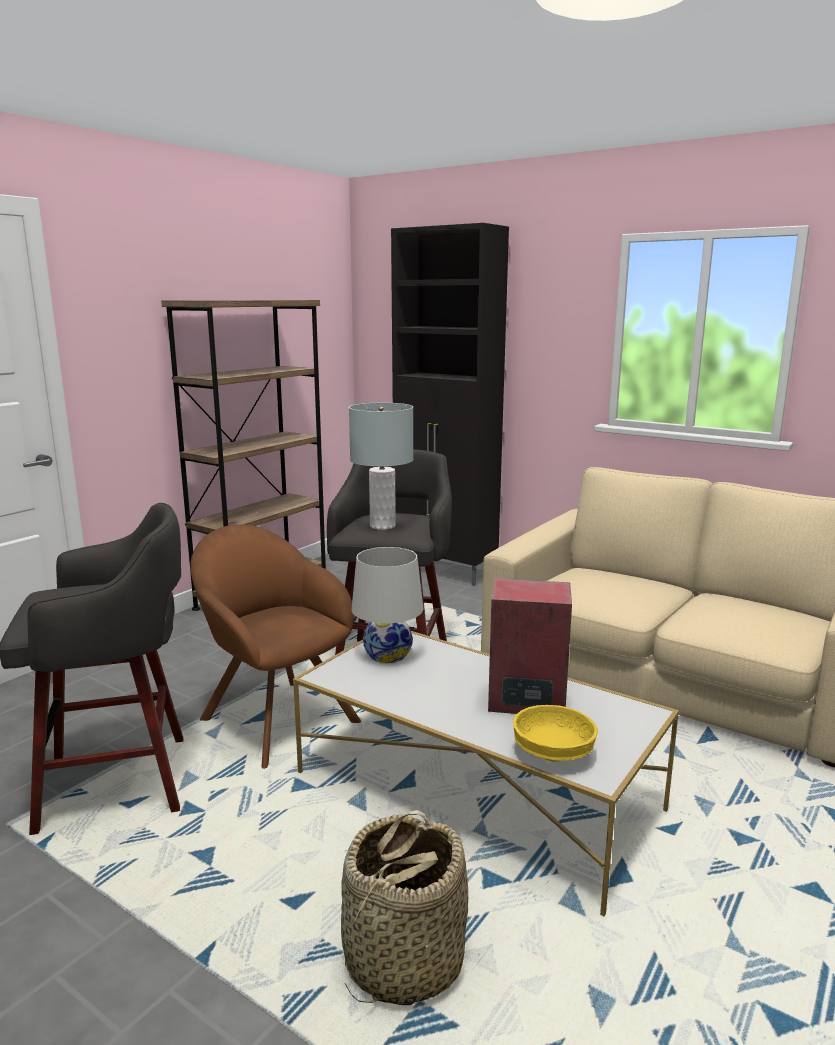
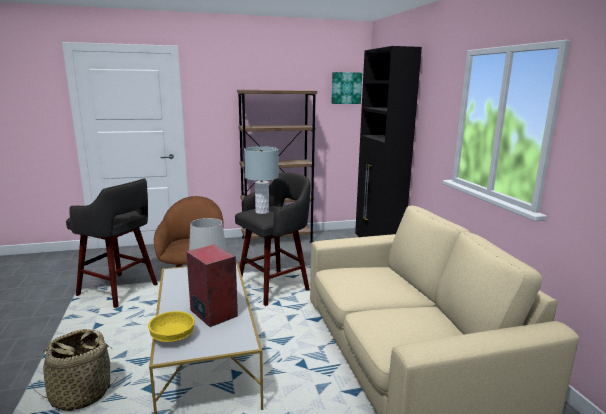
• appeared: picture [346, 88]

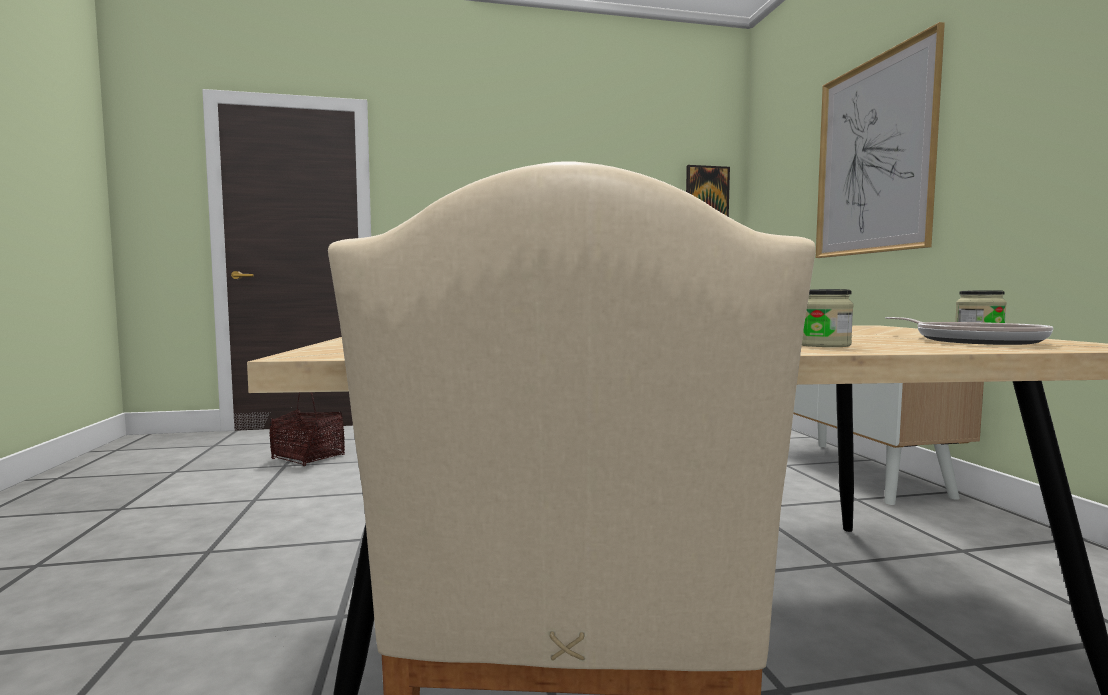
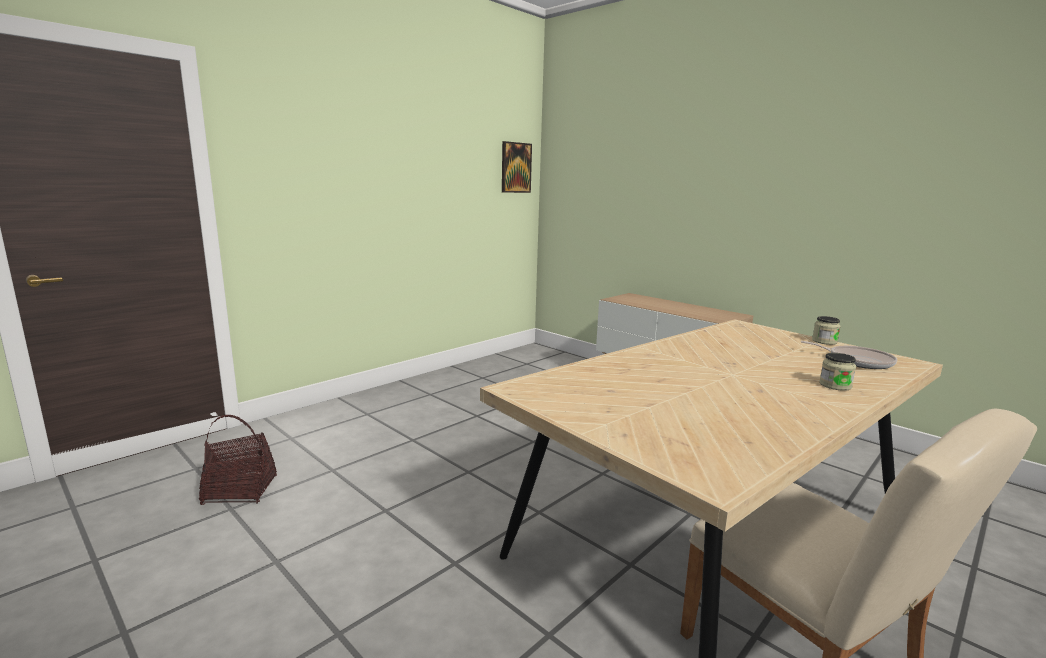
• missing: picture [880, 140]

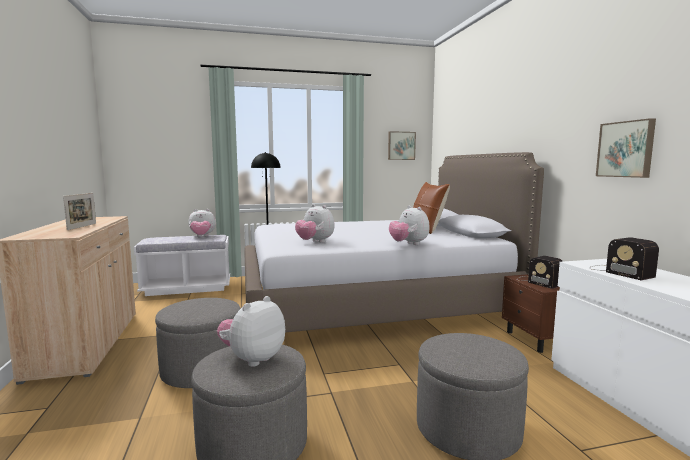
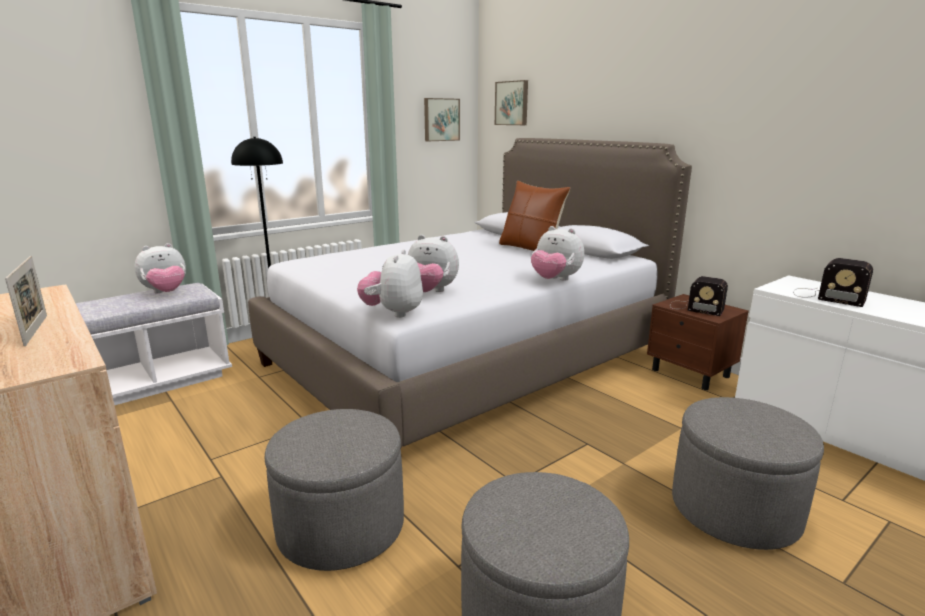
• relocated: plush toy [251, 331] to [390, 283]
• relocated: picture [626, 148] to [511, 102]

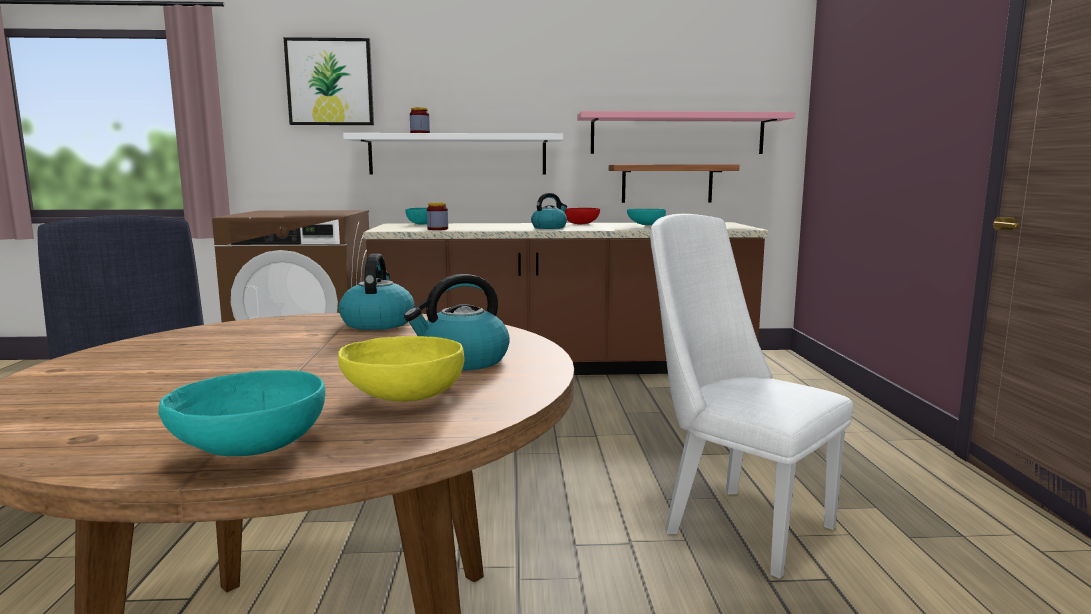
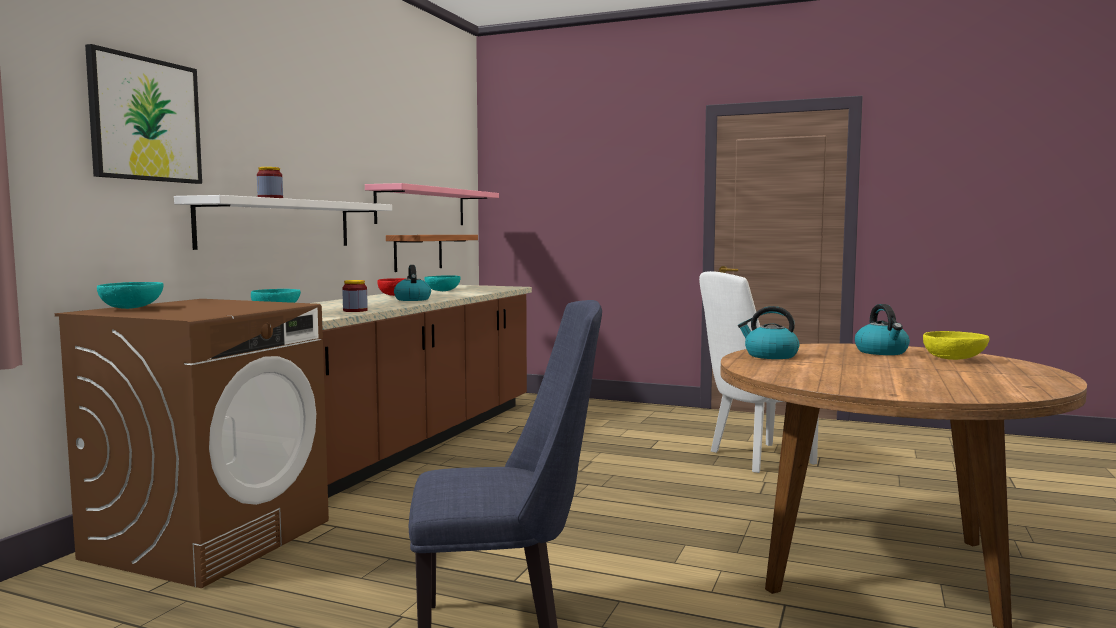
• relocated: turquoise bowl [241, 413] to [130, 295]

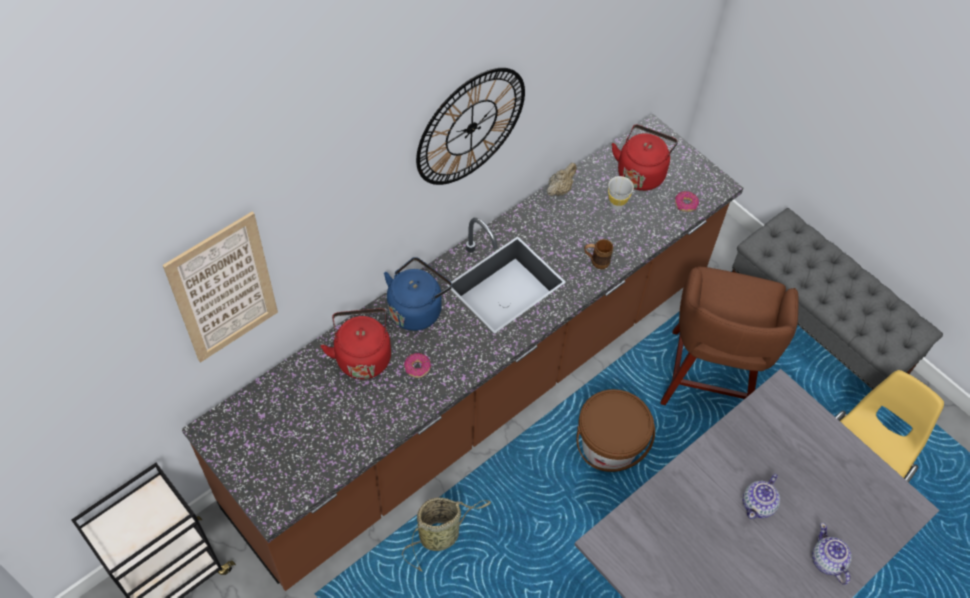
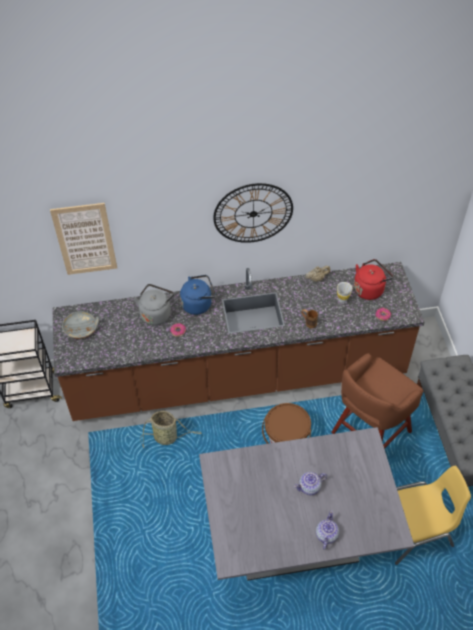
• appeared: grey bowl [80, 325]
• colour: red kettle [356, 343] to grey kettle [153, 305]

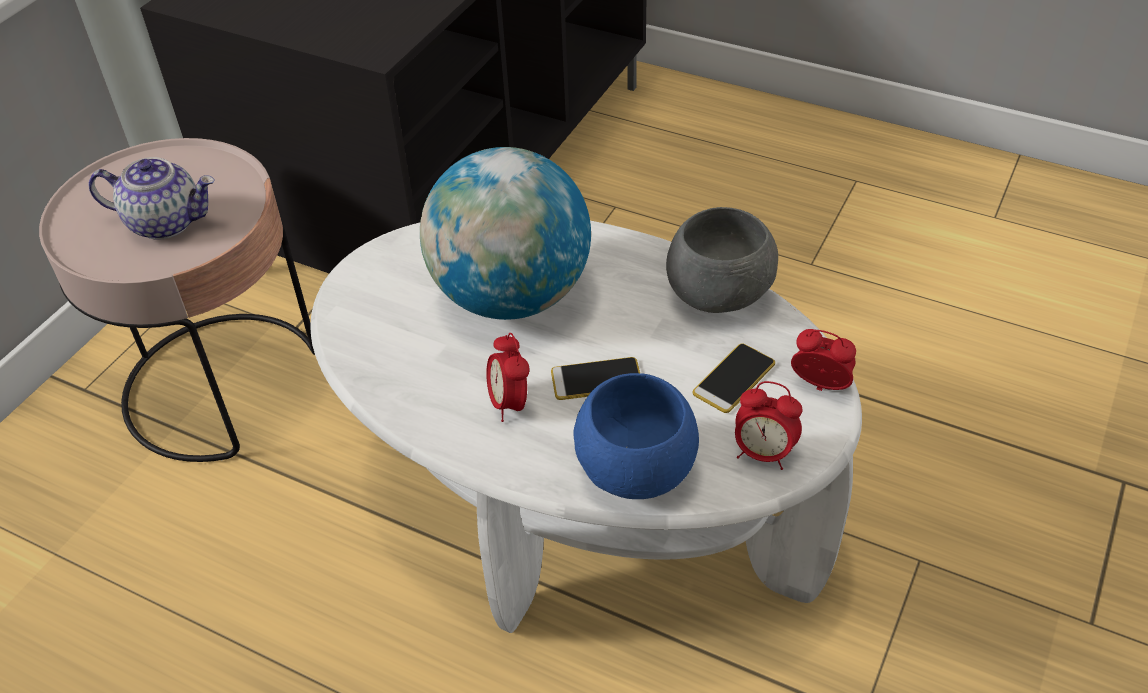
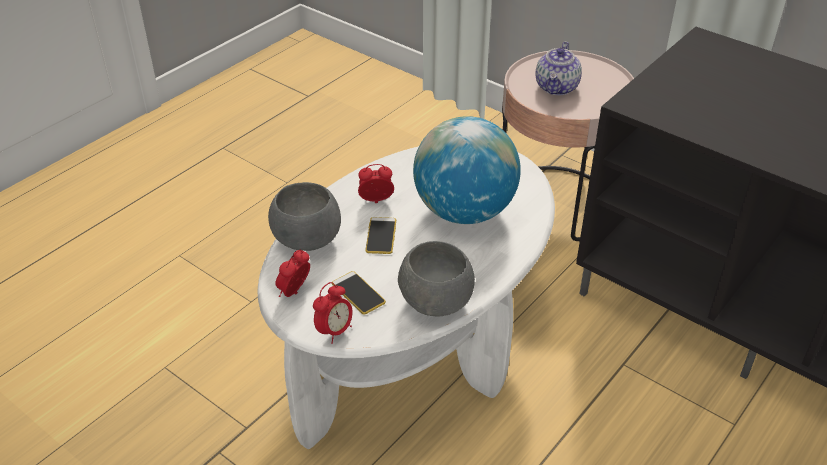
• colour: blue bowl [636, 436] to grey bowl [304, 216]

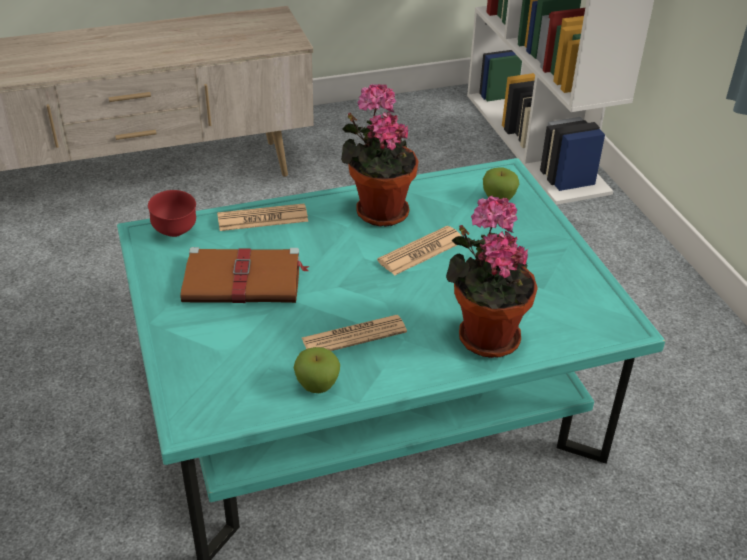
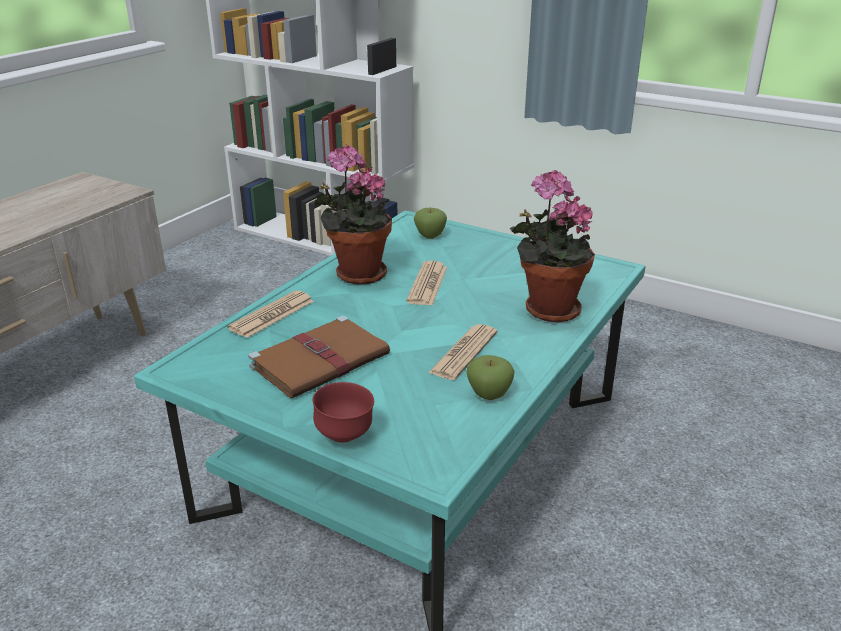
• relocated: red bowl [172, 213] to [343, 412]

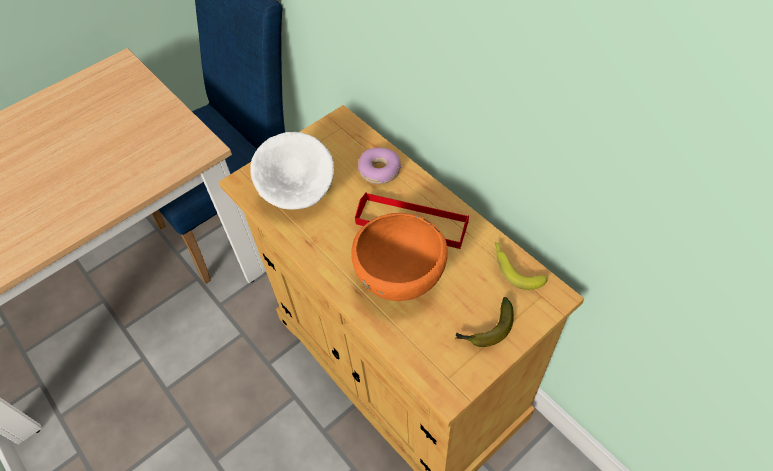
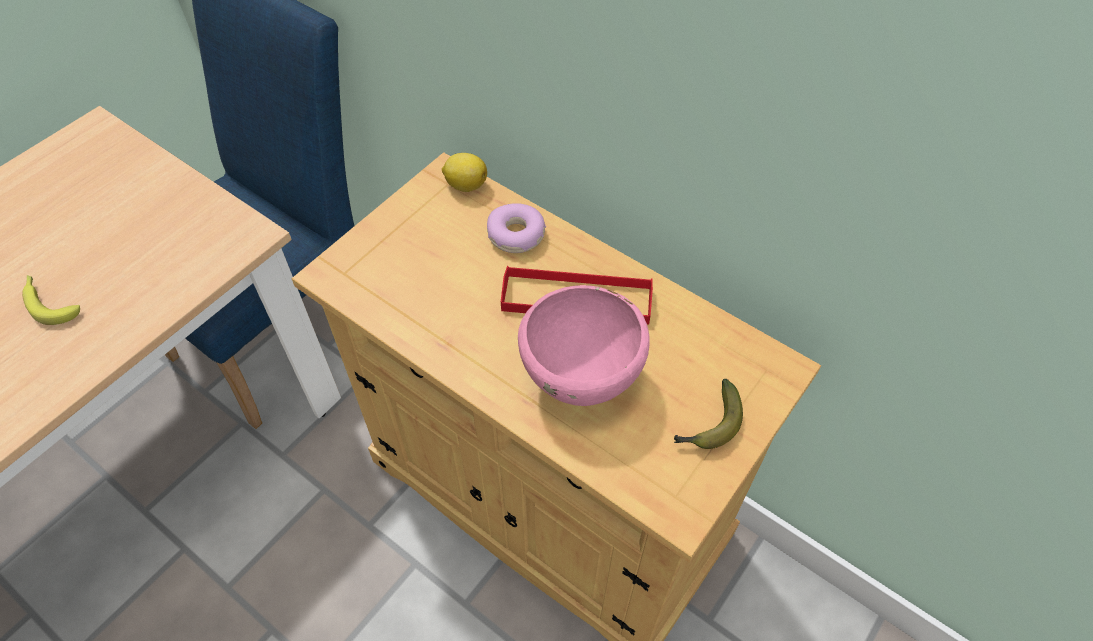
• missing: white bowl [292, 171]
• appeared: lemon [464, 172]
• relocated: banana [521, 266] to [51, 300]
• colour: orange bowl [399, 257] to pink bowl [584, 345]

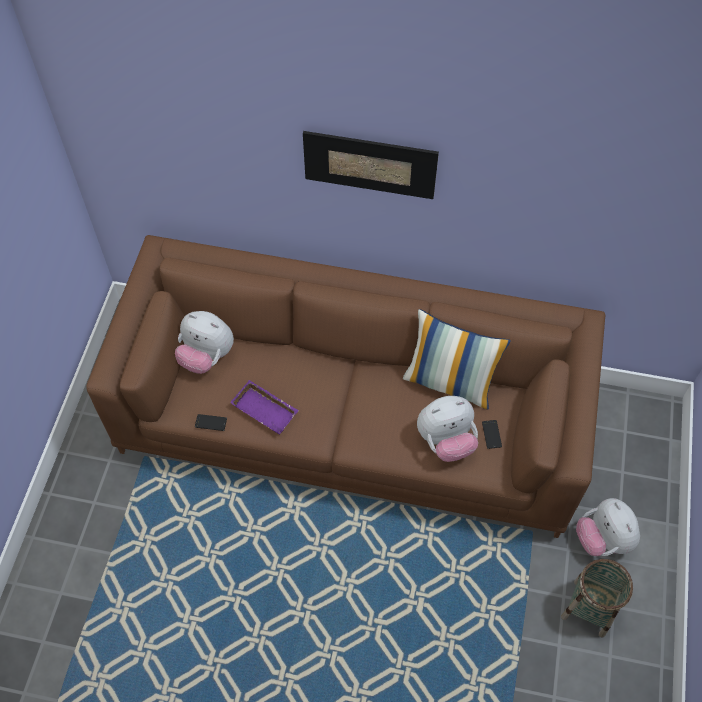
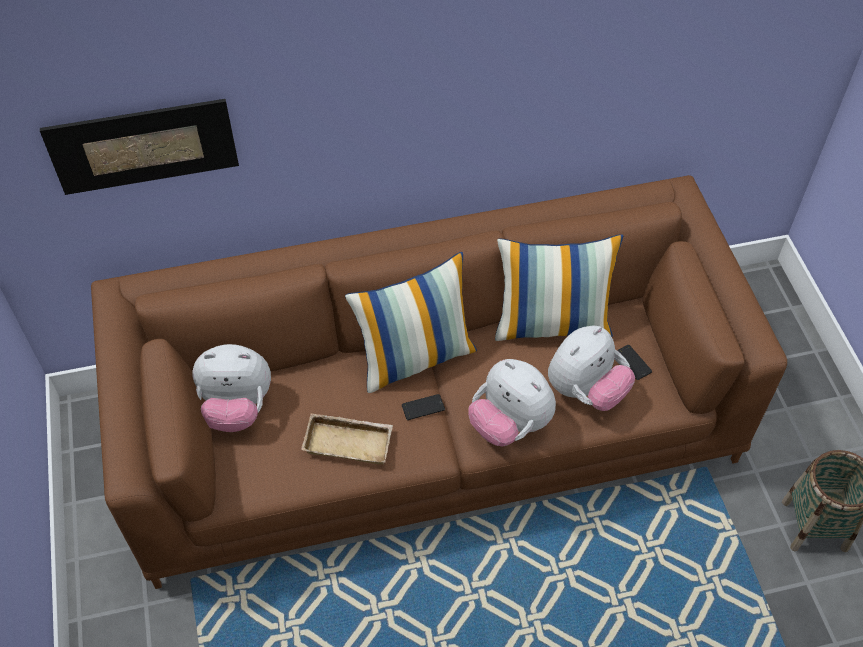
• appeared: pillow [411, 322]
• relocated: phone [211, 422] to [423, 407]
• relocated: picture [371, 165] to [139, 147]
• relocated: plush toy [608, 527] to [512, 403]
• colour: purple tray [264, 407] to beige tray [347, 439]

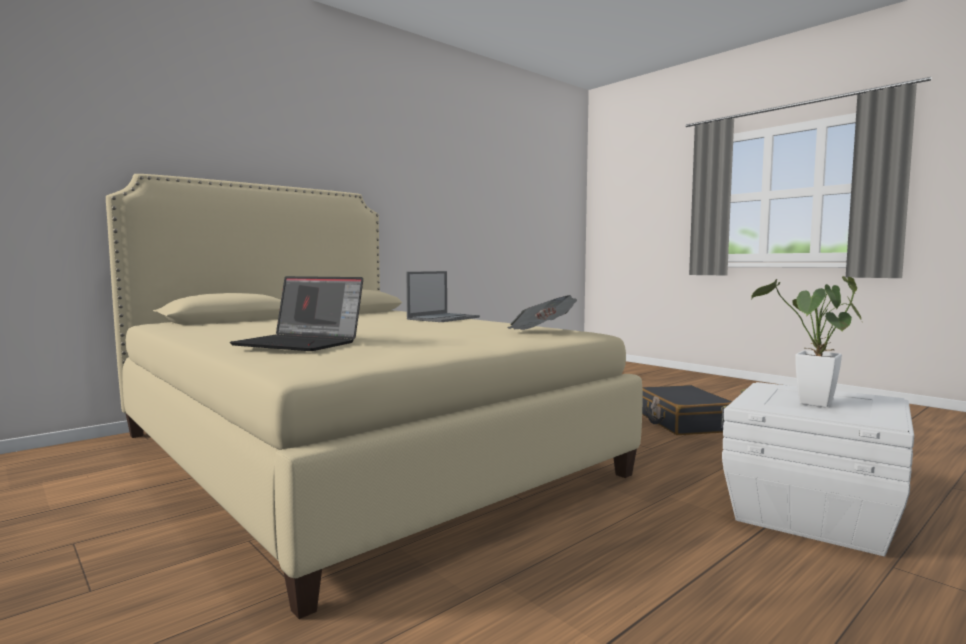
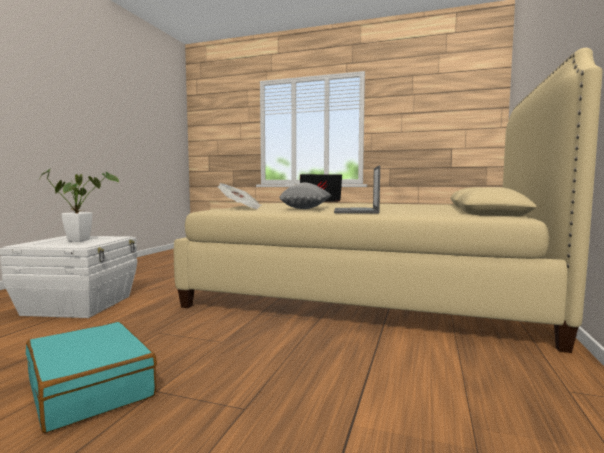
• appeared: grey pillow [305, 196]
• colour: black suitcase [687, 410] to turquoise suitcase [91, 377]

